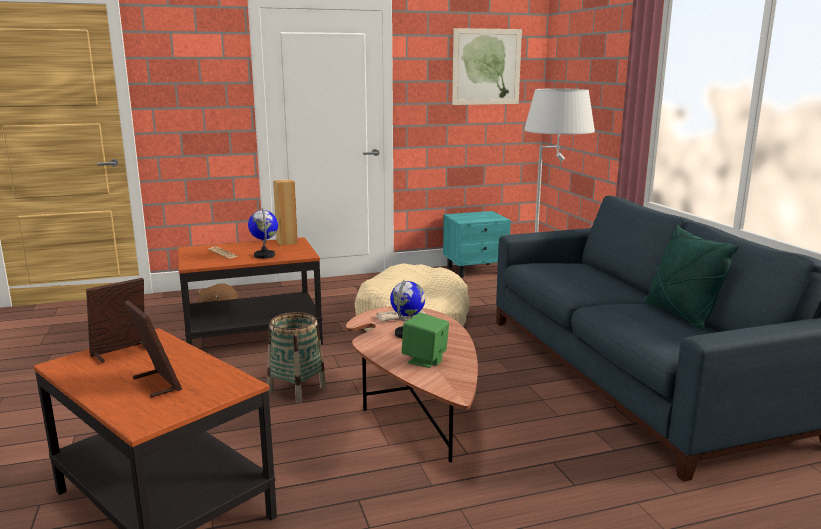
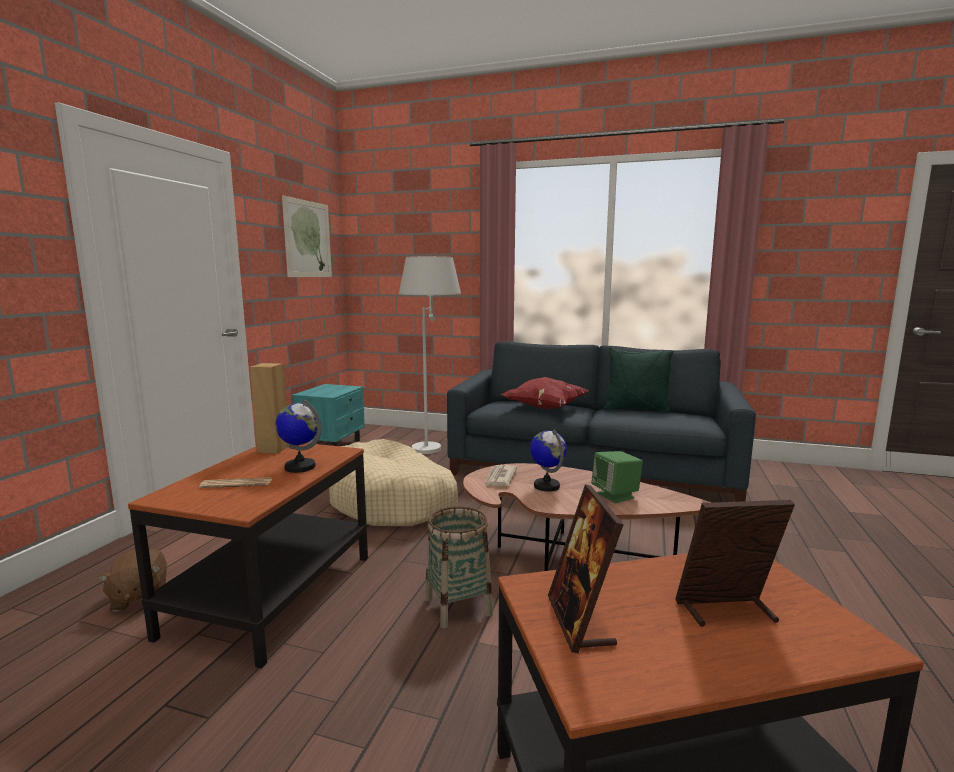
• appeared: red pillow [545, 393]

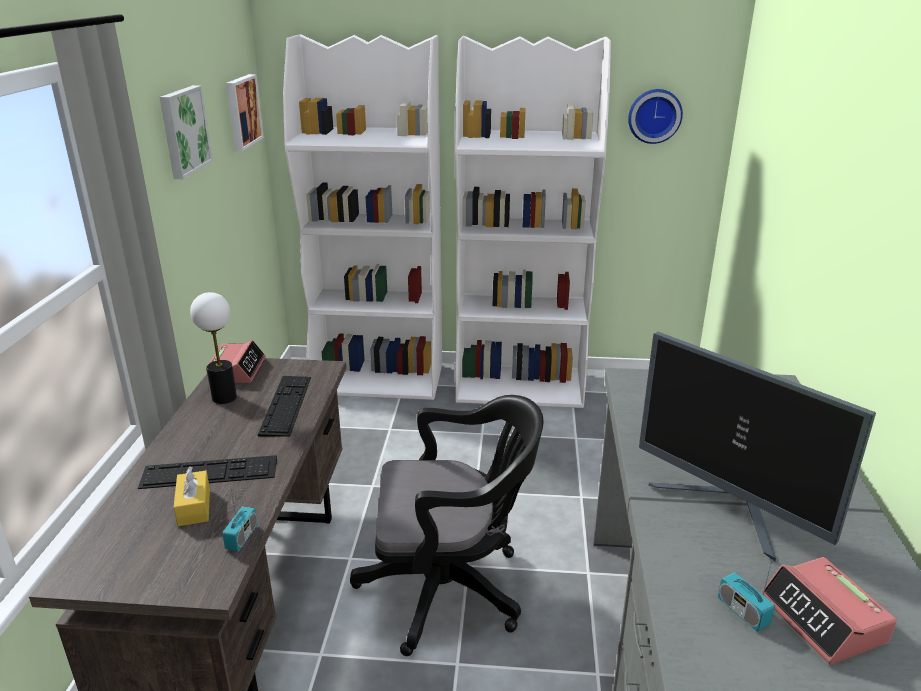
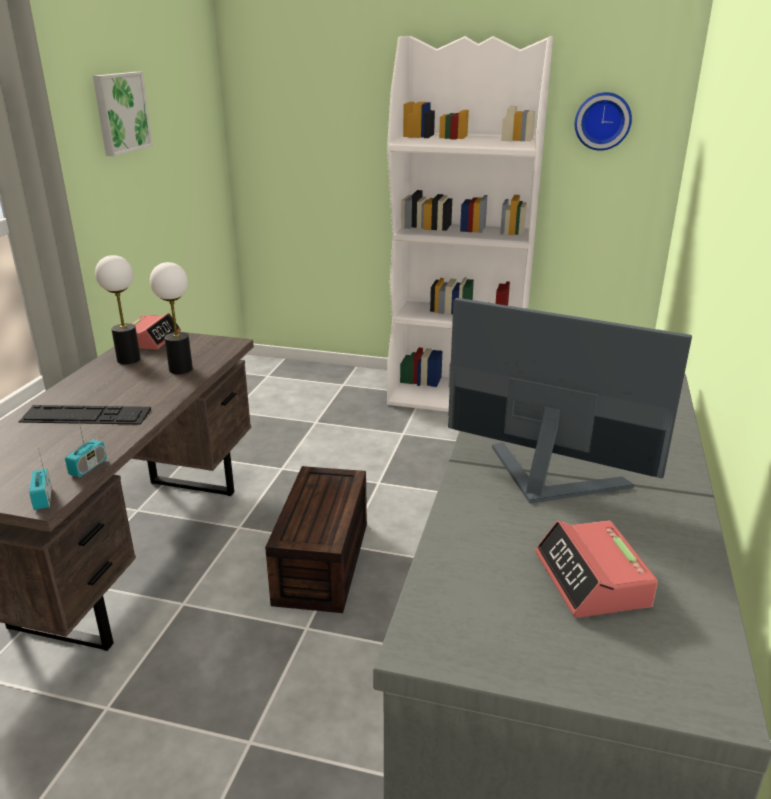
• missing: yellow tissue box [192, 496]
• missing: picture [245, 112]
• missing: white bookcase [362, 217]
• relocated: radio [746, 594] to [40, 478]
• exchanged: keyboard [284, 406] to table lamp [171, 318]
• exchanged: black office chair [447, 525] to brown storage box [316, 539]
• spun: monitor [757, 446] = [570, 401] 150 degrees clockwise

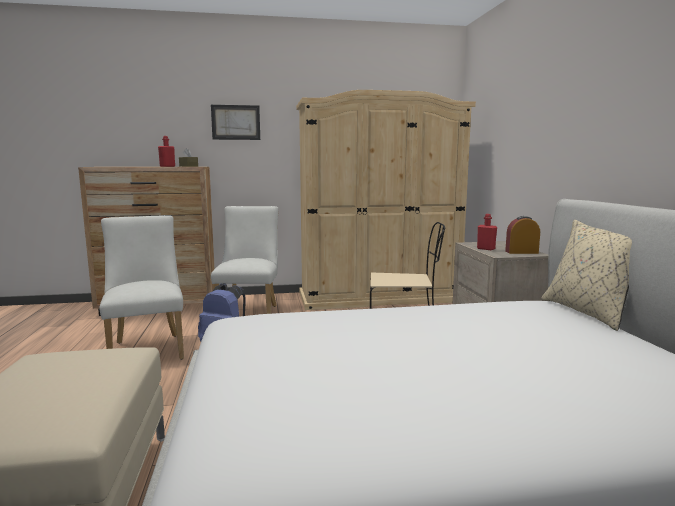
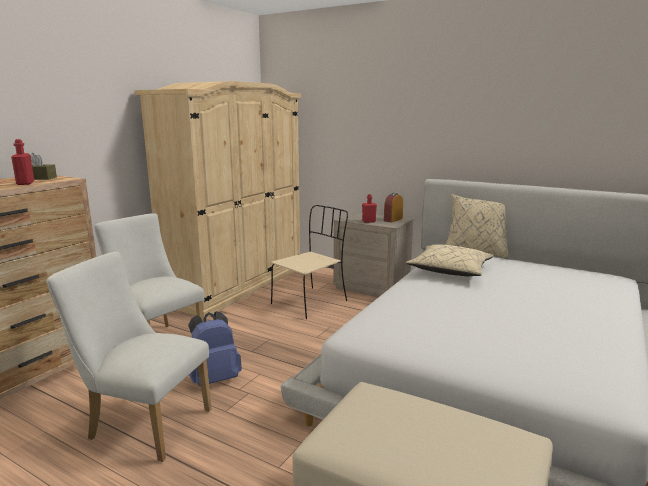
• missing: picture [235, 122]
• appeared: beige pillow [449, 260]

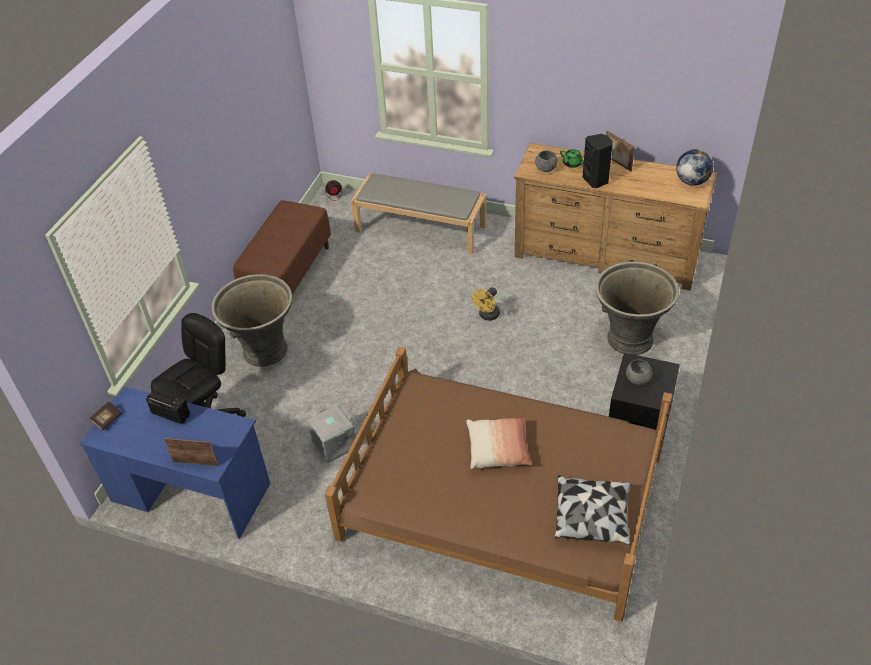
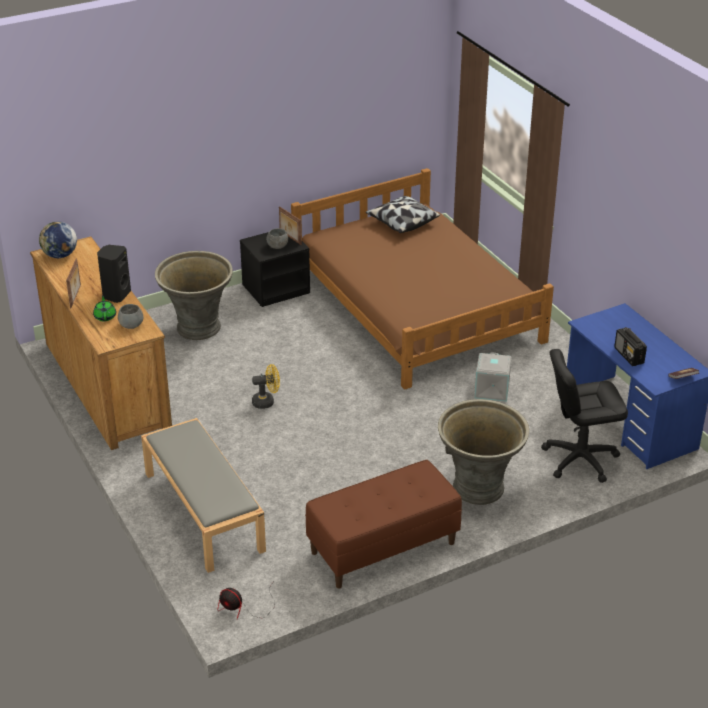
• missing: pillow [499, 443]
• relocated: picture frame [191, 452] to [290, 225]

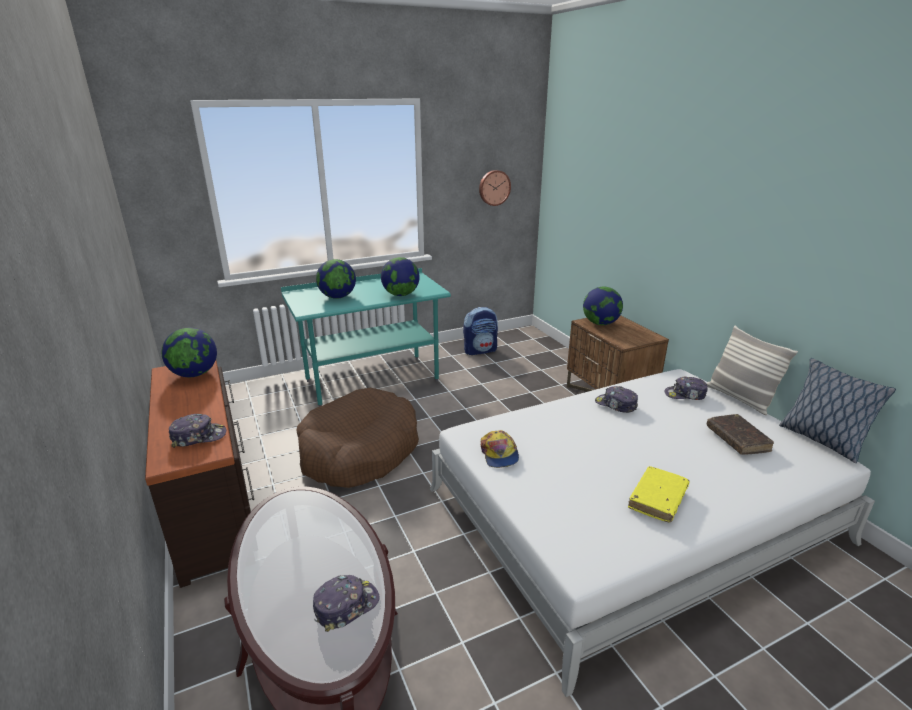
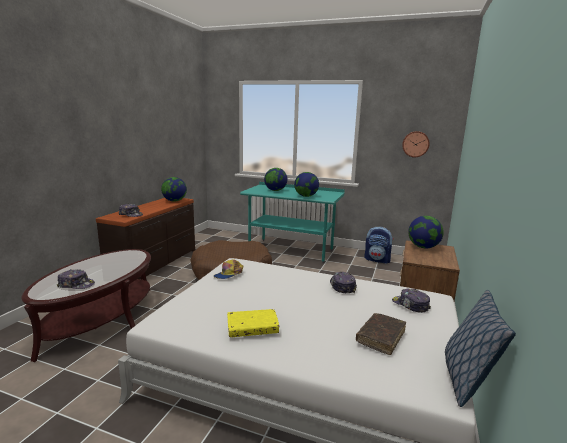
• missing: pillow [752, 370]

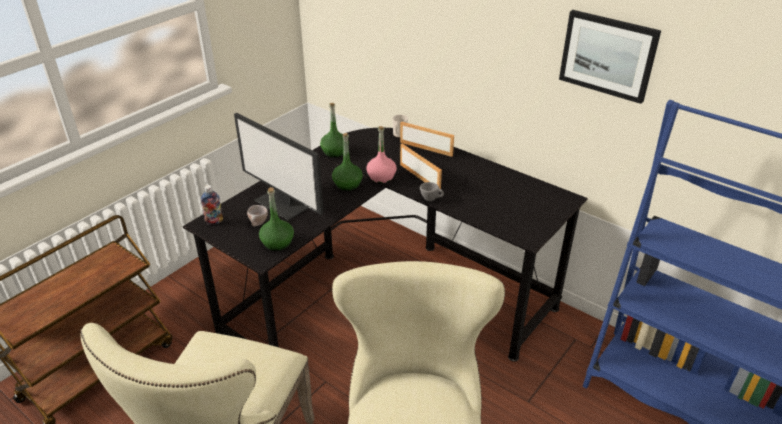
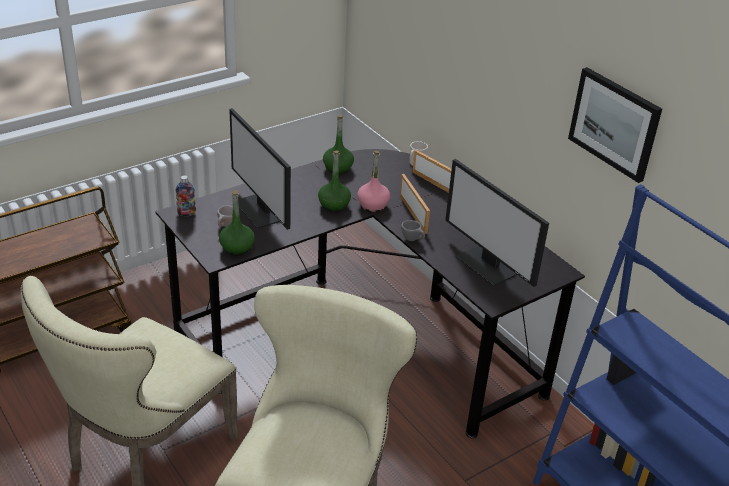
• appeared: monitor [497, 223]

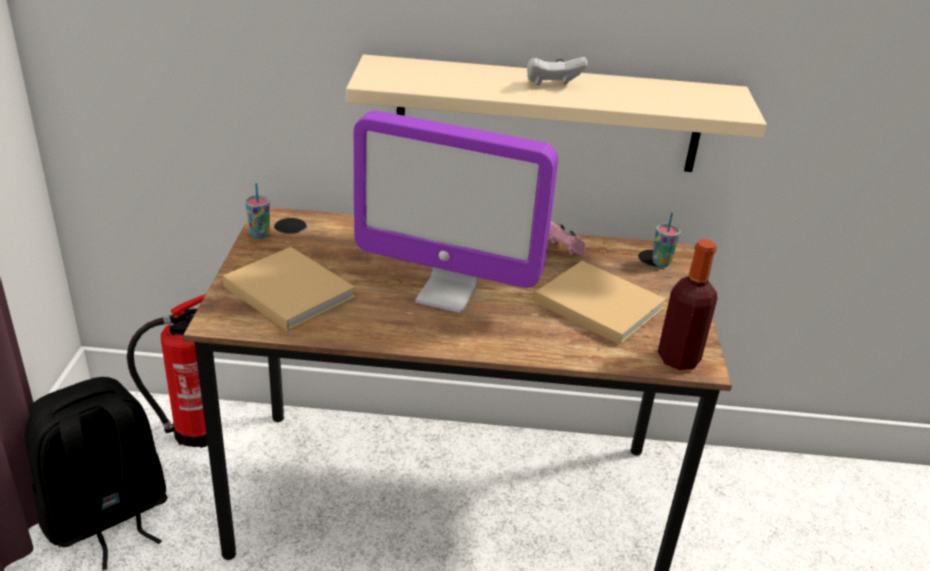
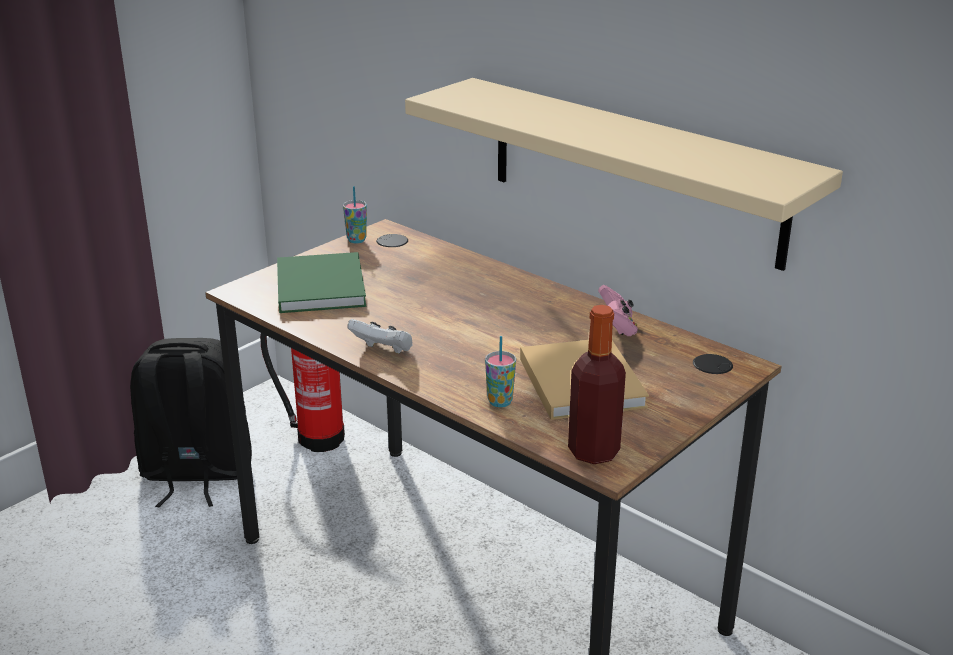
• missing: monitor [456, 211]
• relocated: white game controller [557, 71] to [380, 336]
• relocated: cup [666, 239] to [500, 371]
• colour: beige book [289, 289] to green book [321, 282]

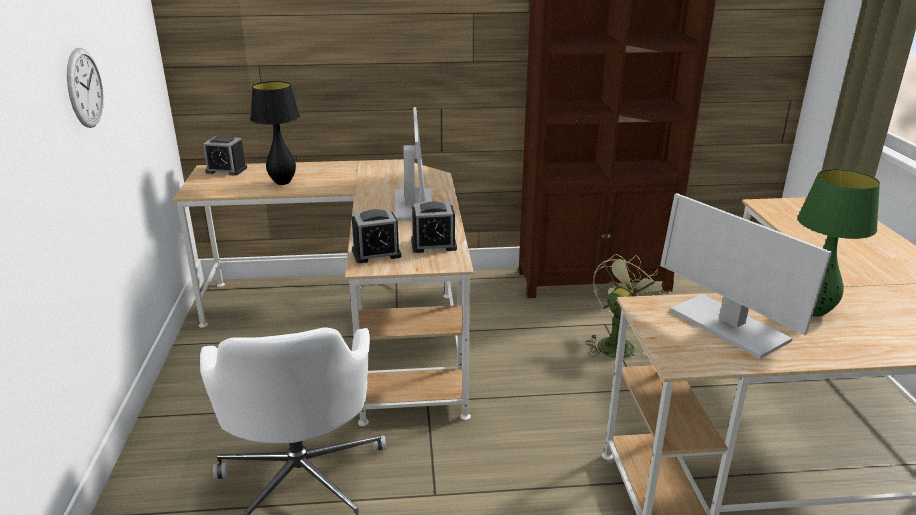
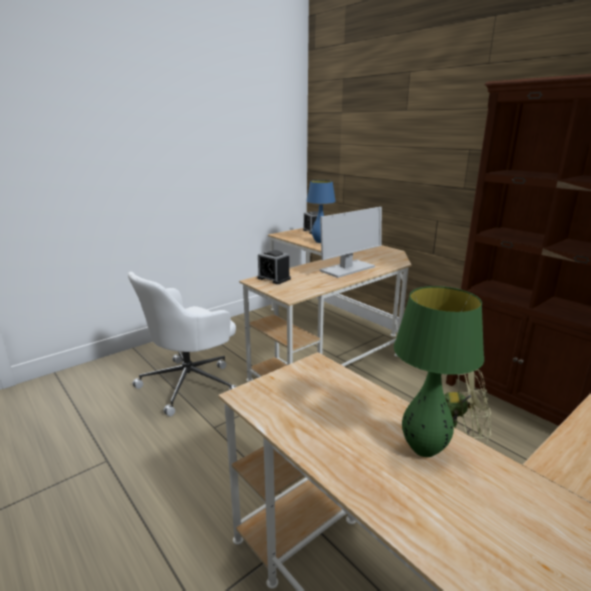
• missing: wall clock [85, 88]
• missing: alarm clock [434, 227]
• missing: monitor [746, 276]
• colour: black table lamp [275, 133] to blue table lamp [321, 211]

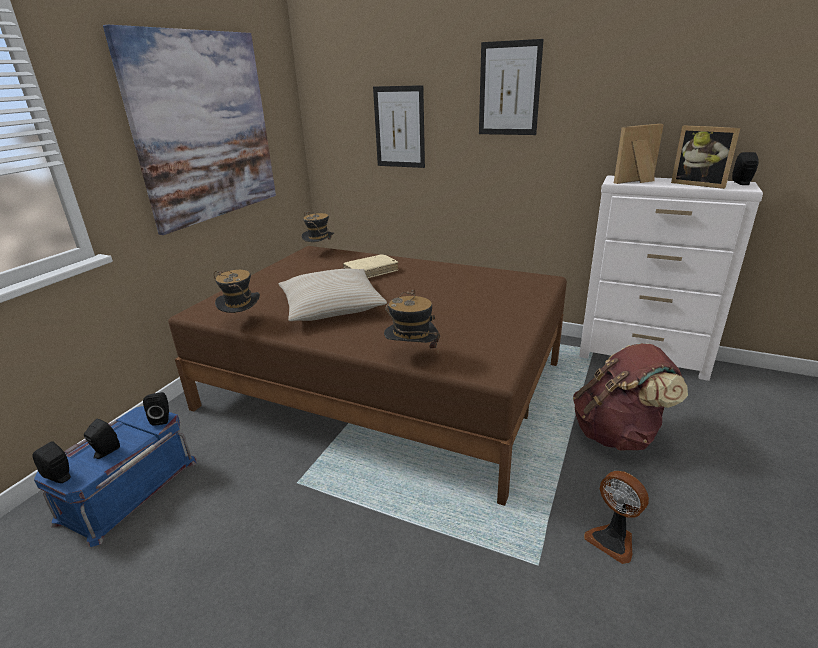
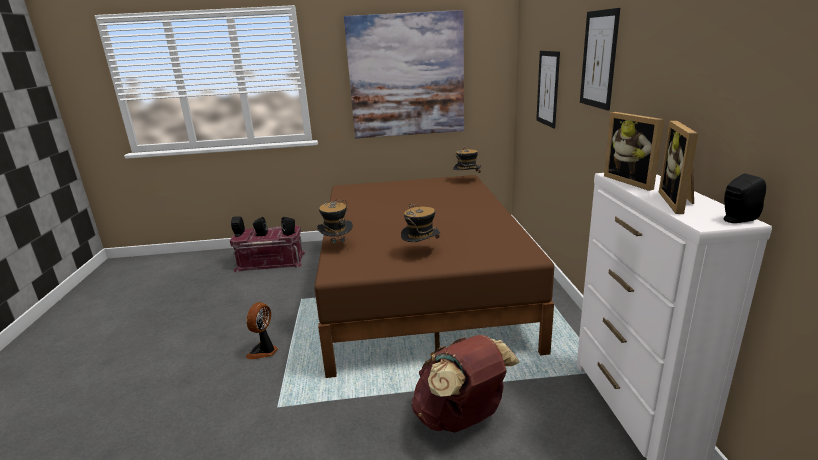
• missing: beige pillow [333, 295]
• missing: beige book [370, 266]
• relocated: hat [237, 292] to [420, 223]
• relocated: fan [616, 517] to [262, 330]
• colour: blue storage box [115, 476] to red storage box [268, 249]
• spun: picture frame [639, 154] = [634, 151] 150 degrees counterclockwise

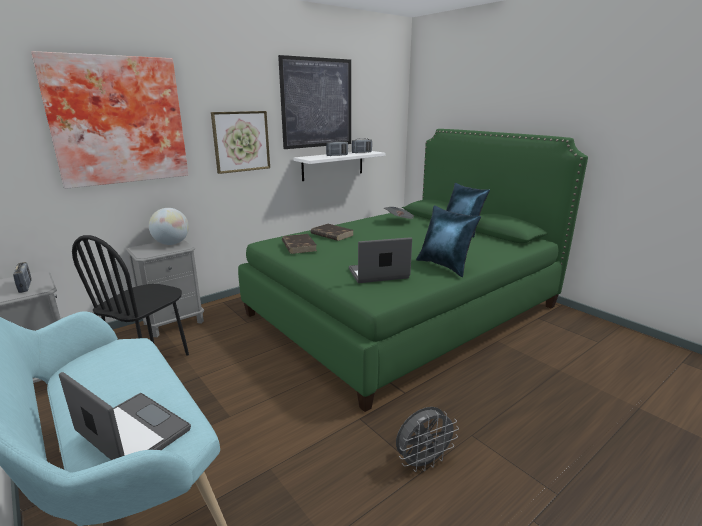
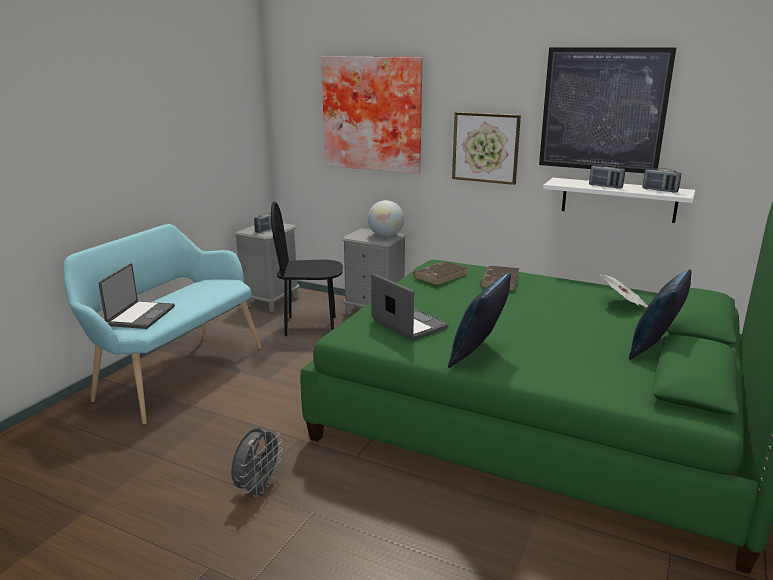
• spun: grey fan [427, 439] = [257, 462] 105 degrees counterclockwise

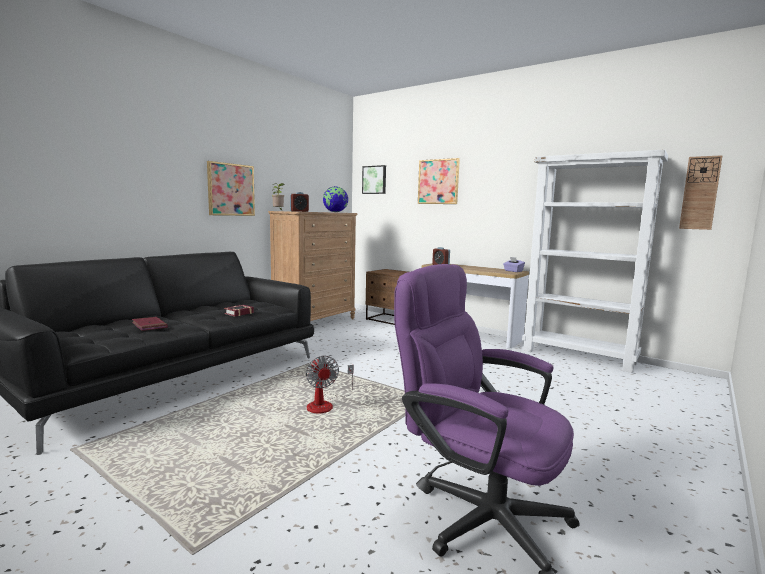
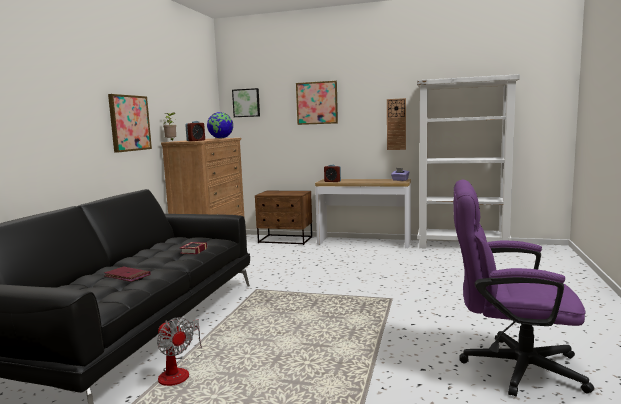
• relocated: fan [330, 384] to [179, 351]
• relocated: wall clock [701, 192] to [396, 124]

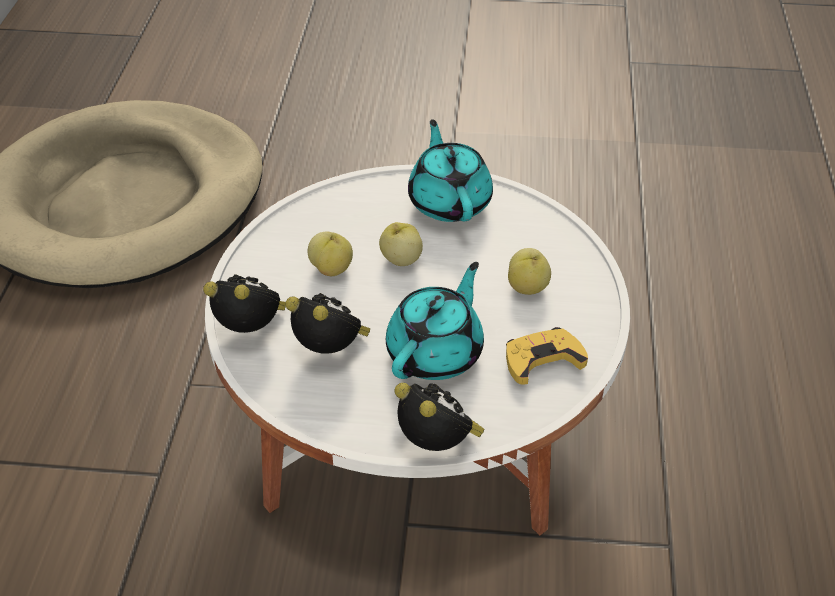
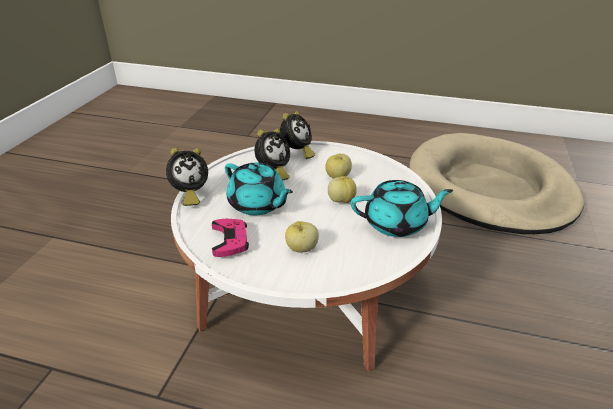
• colour: yellow game controller [547, 356] to pink game controller [230, 238]

